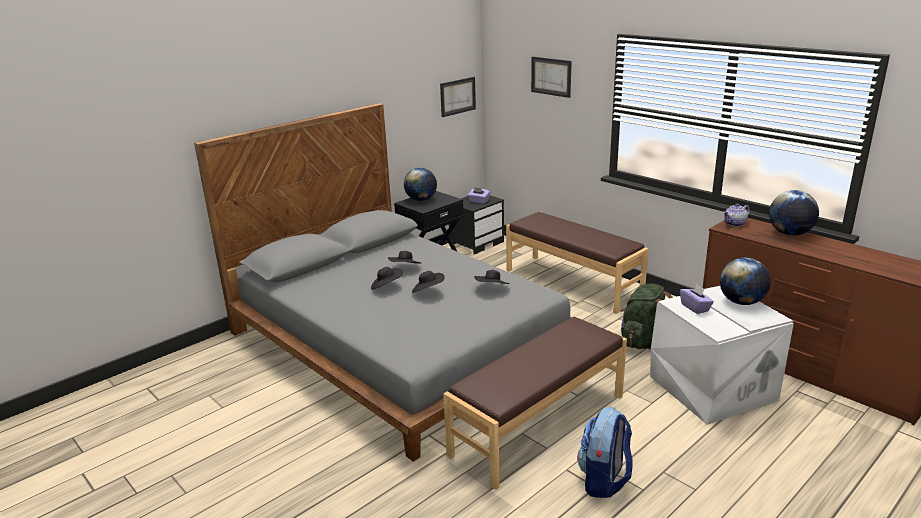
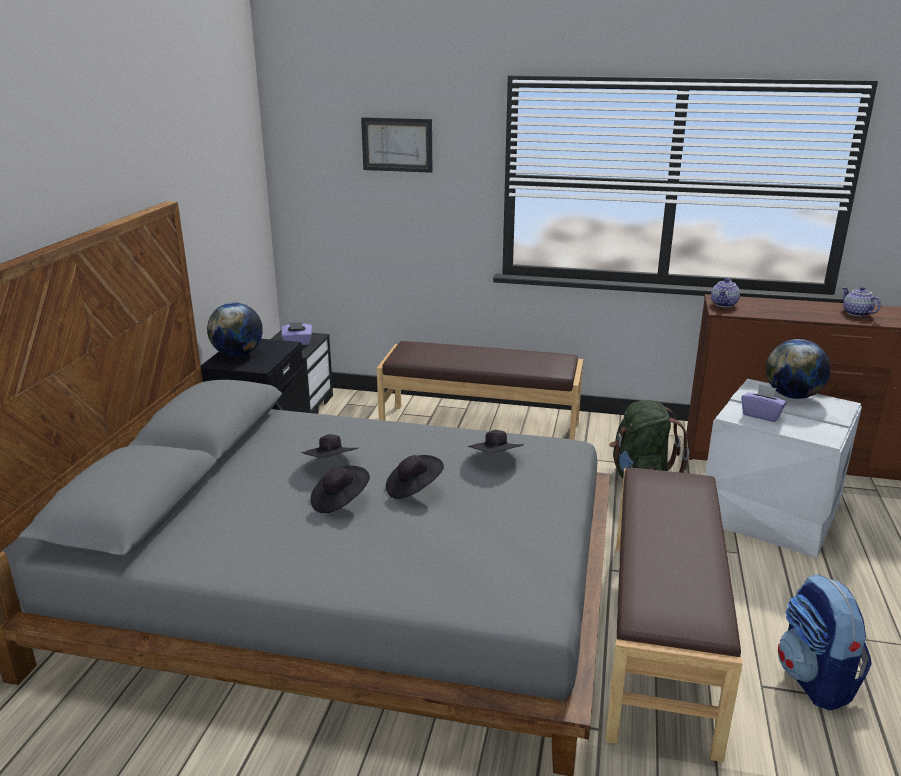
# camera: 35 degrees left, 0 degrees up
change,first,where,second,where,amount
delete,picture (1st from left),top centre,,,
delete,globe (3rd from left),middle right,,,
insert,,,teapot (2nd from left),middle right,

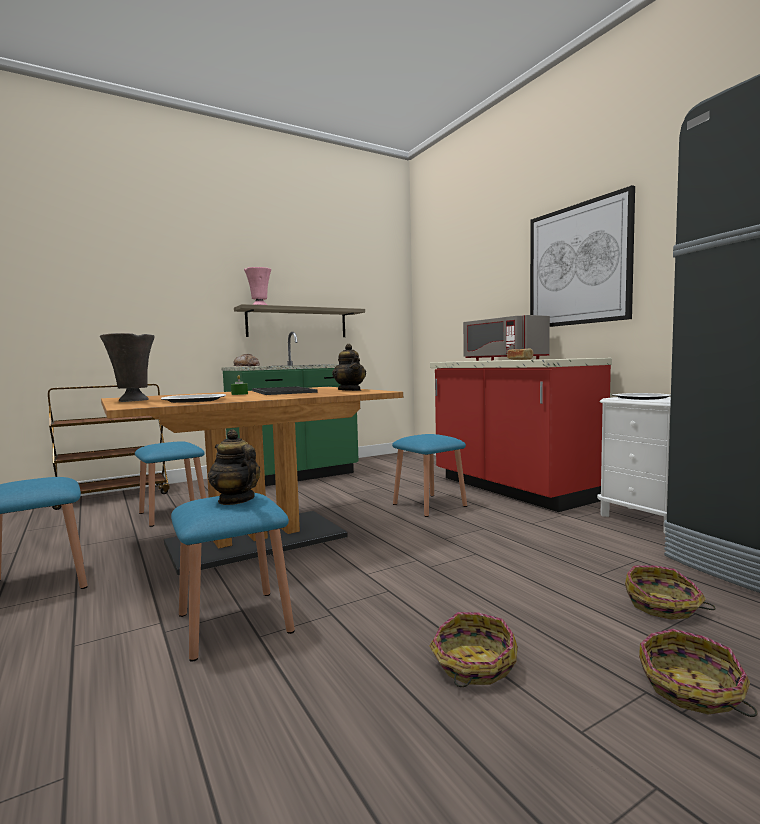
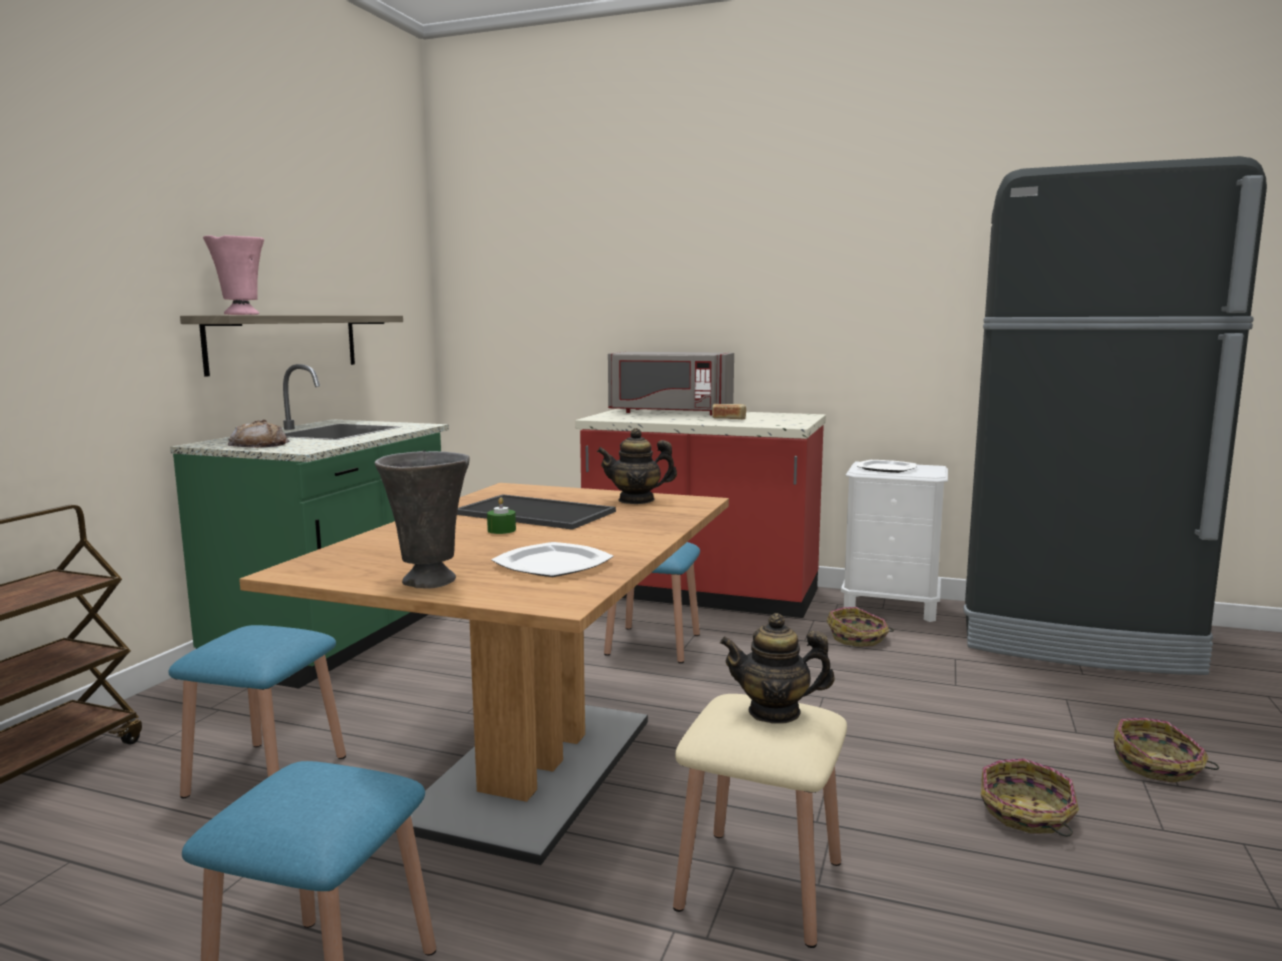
# camera: 40 degrees left, 5 degrees up
change,first,where,second,where,amount
recolor,stool (blue) (3rd from left),bottom left,stool (beige),bottom centre,
rotate,teapot (2nd from left in the first image),centre,teapot (1st from left),centre,150 degrees clockwise
delete,picture,top right,,,
move,basket (2nd from left in the first image),bottom right,basket (1st from left),middle right,

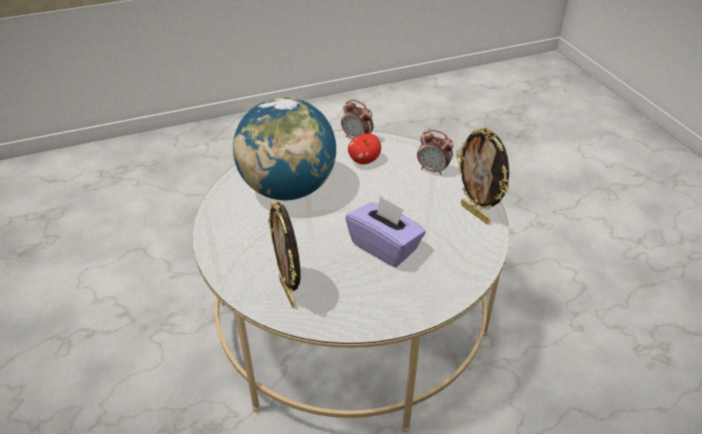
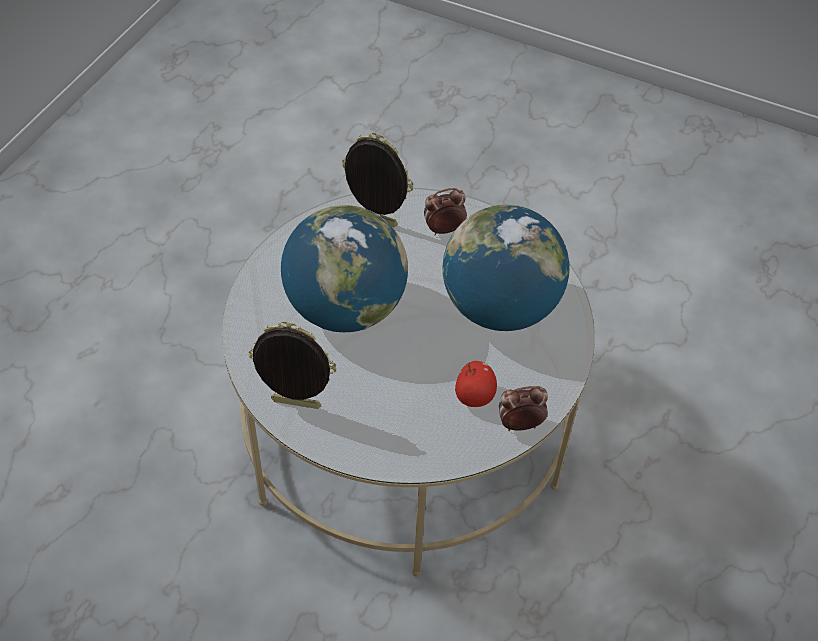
# camera: 135 degrees right, 10 degrees up
change,first,where,second,where,amount
replace,tissue box (purple),centre,globe (1st from left),centre,
move,alarm clock (2nd from left in the first image),centre,alarm clock (1st from left),top centre,

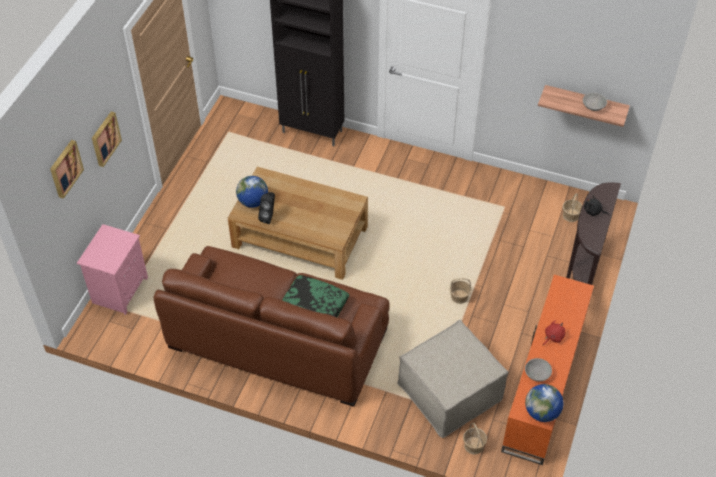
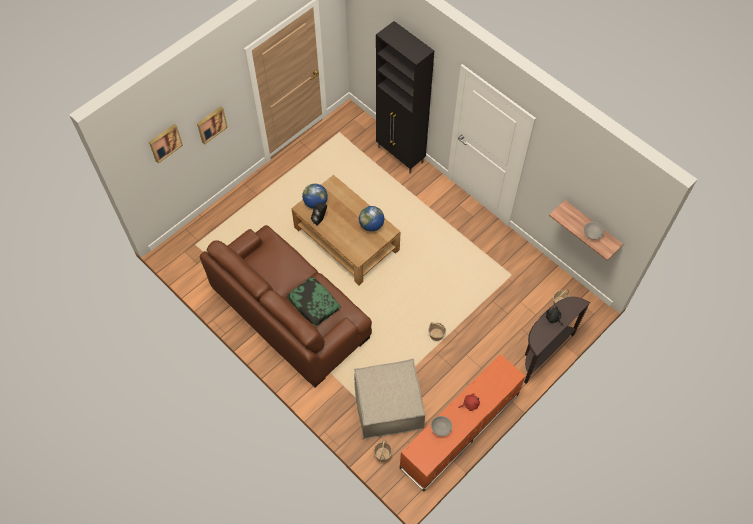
# camera: 25 degrees right, 10 degrees up
change,first,where,second,where,amount
delete,nightstand (pink),middle left,,,
move,globe (2nd from left),bottom right,,centre,

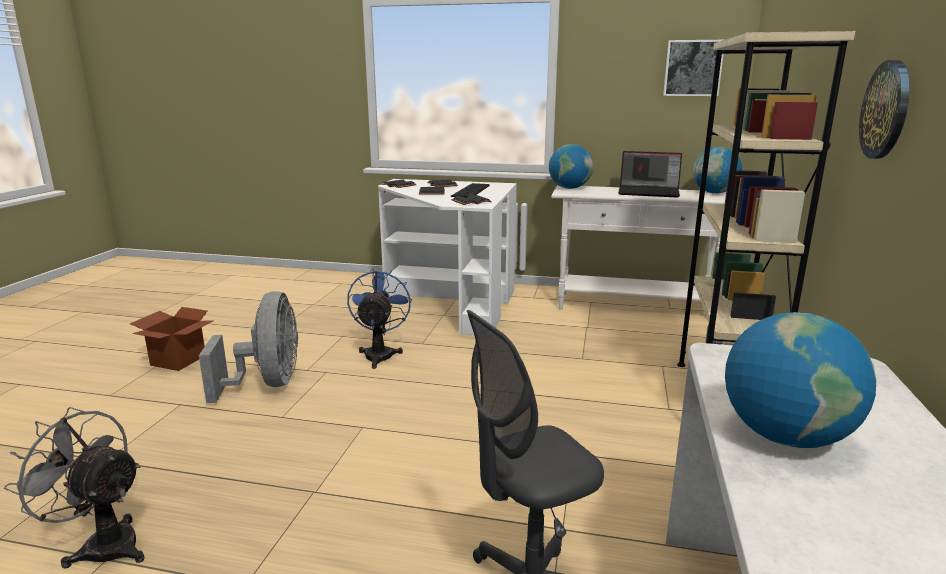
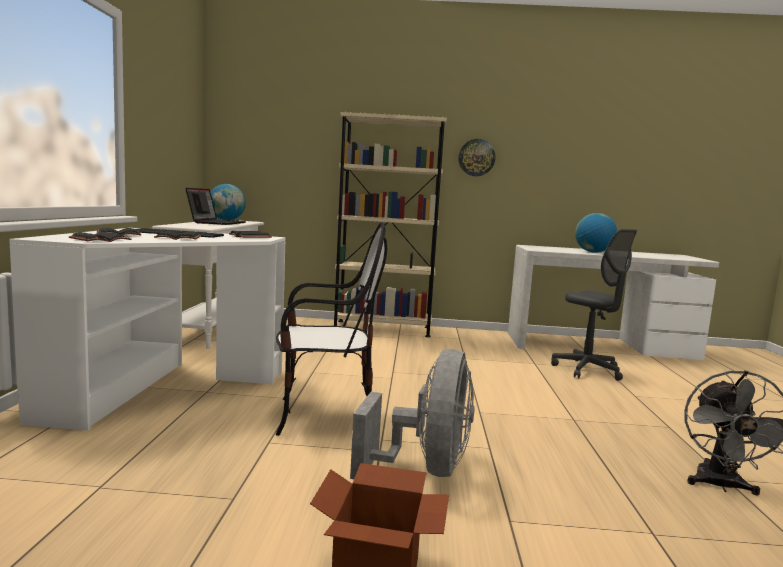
# camera: 100 degrees left, 10 degrees down
change,first,where,second,where,amount
rotate,fan (grey) (2nd from left in the first image),middle left,fan (grey) (1st from left),bottom centre,120 degrees clockwise
replace,fan (blue),centre,chair,centre,
delete,globe (1st from left),top centre,,,
delete,picture,top right,,,

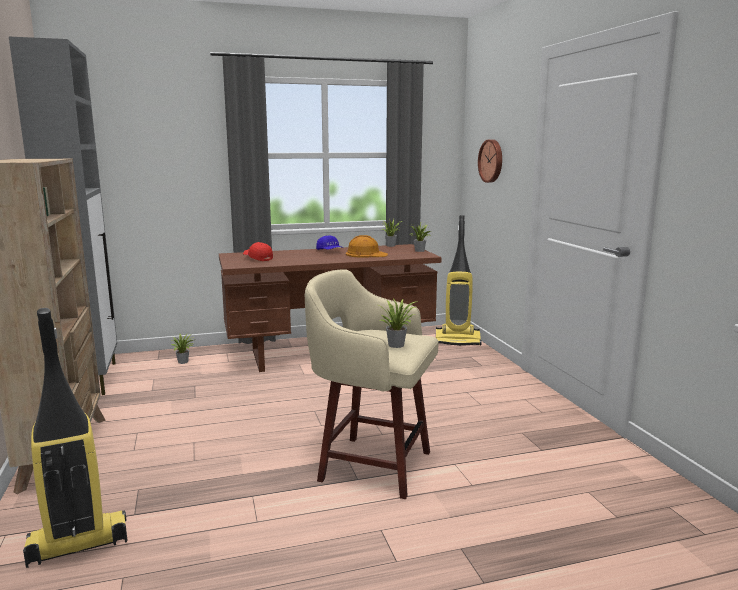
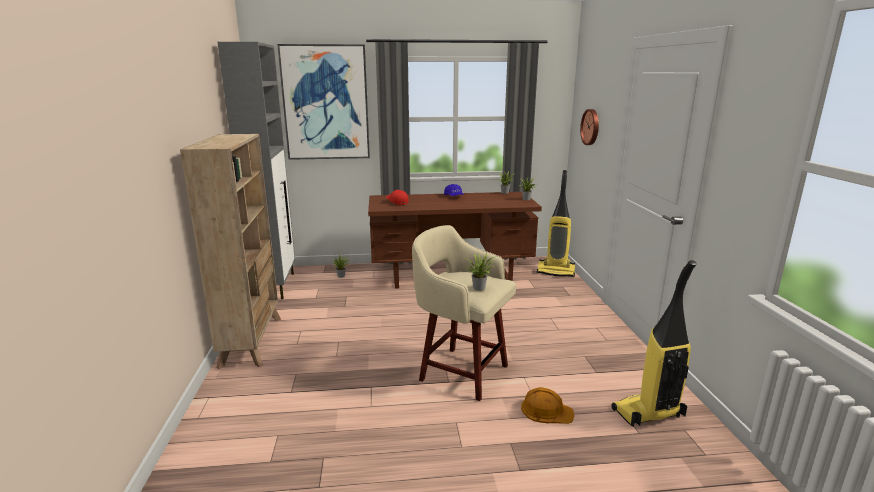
# camera: 10 degrees right, 5 degrees up
change,first,where,second,where,amount
move,vacuum cleaner (1st from left in the first image),bottom left,vacuum cleaner (2nd from left),bottom right,
move,hard hat (orange),centre,,bottom centre,
insert,,,picture,top centre,

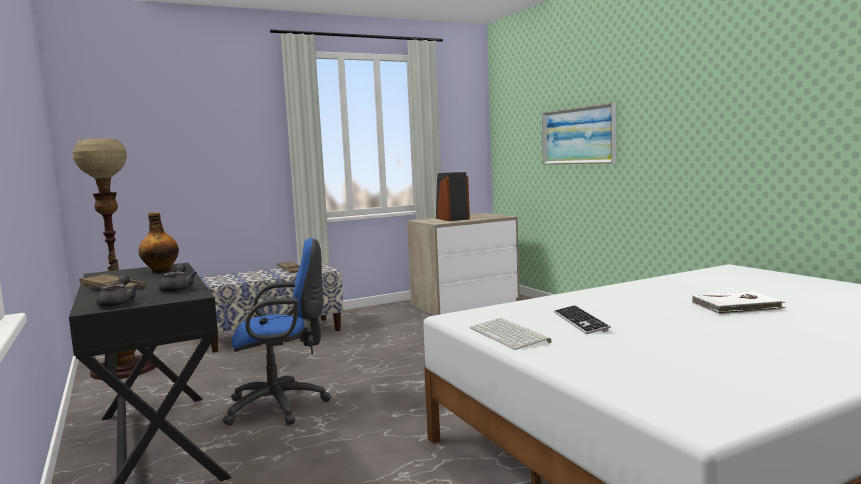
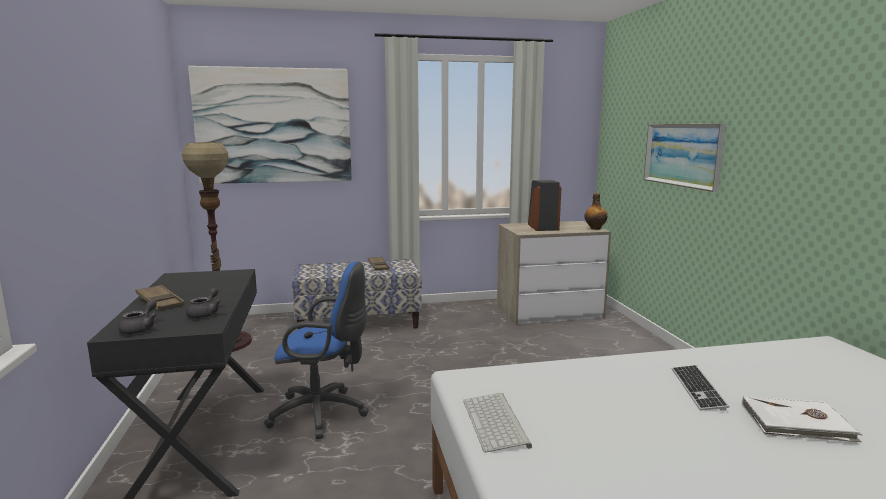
# camera: 15 degrees right, 5 degrees up
change,first,where,second,where,amount
move,bottle,middle left,,middle right,
move,keyboard (2nd from left),middle right,,bottom right,
insert,,,picture (1st from left),top left,

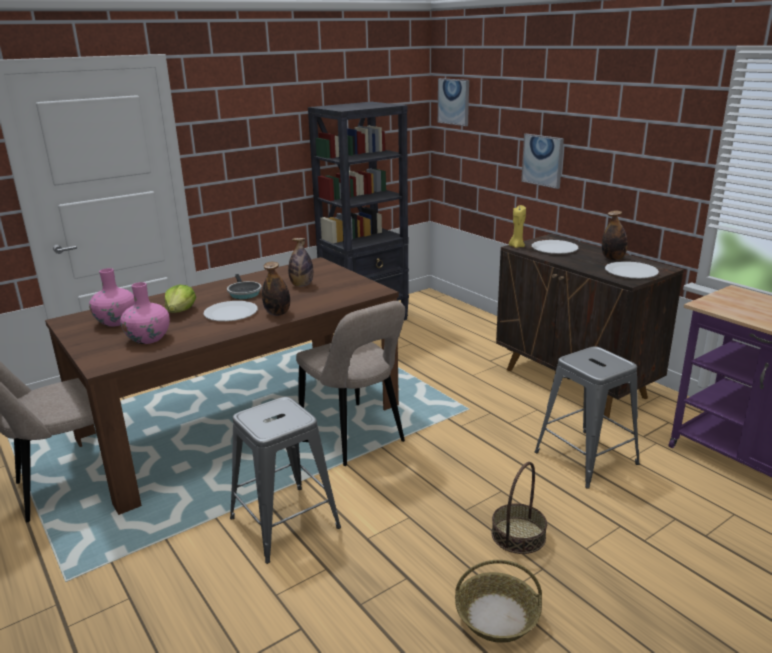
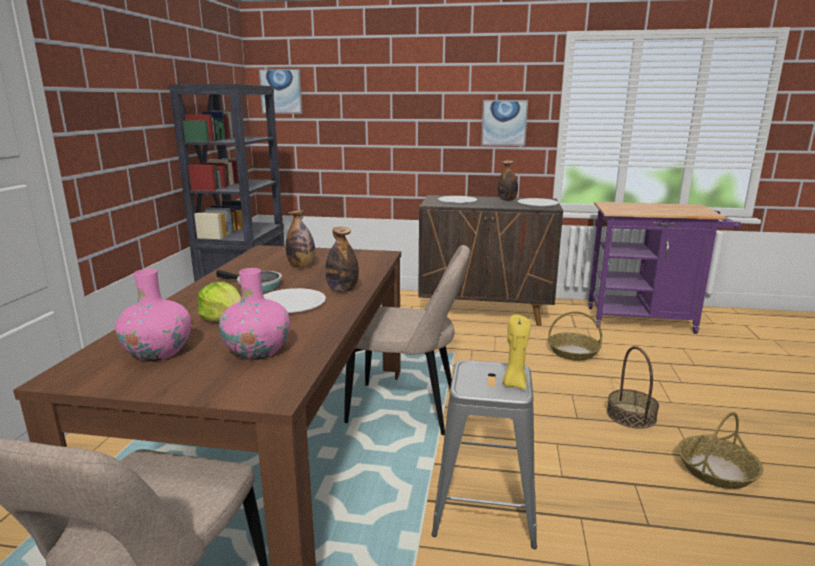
# camera: 45 degrees left, 5 degrees down
change,first,where,second,where,amount
move,candle (yellow),middle right,,centre,
move,picture (2nd from left),top right,,top centre,
replace,stool (grey) (2nd from left),middle right,basket (1st from left),middle right,

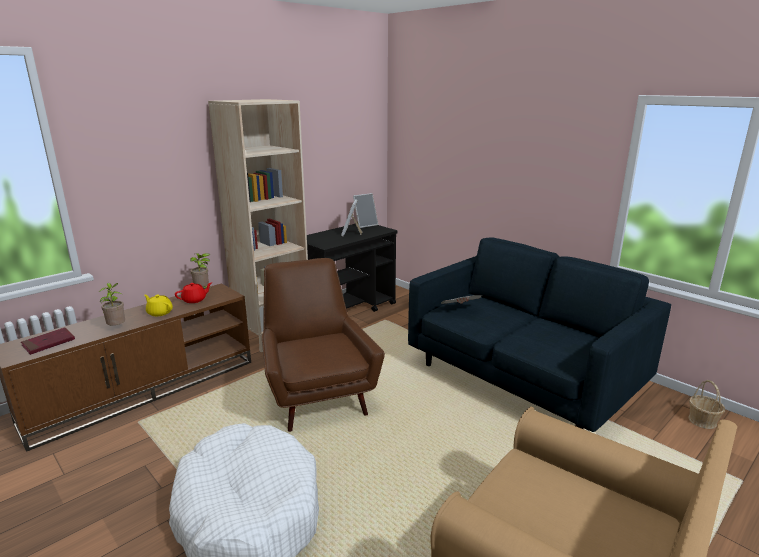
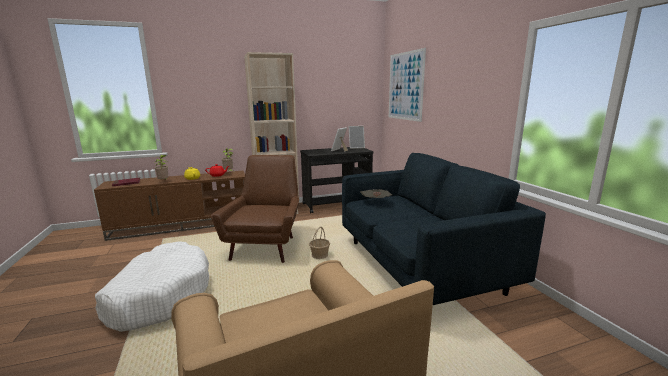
# camera: 25 degrees right, 5 degrees down
change,first,where,second,where,amount
move,basket,bottom right,,centre,
insert,,,picture,top centre,

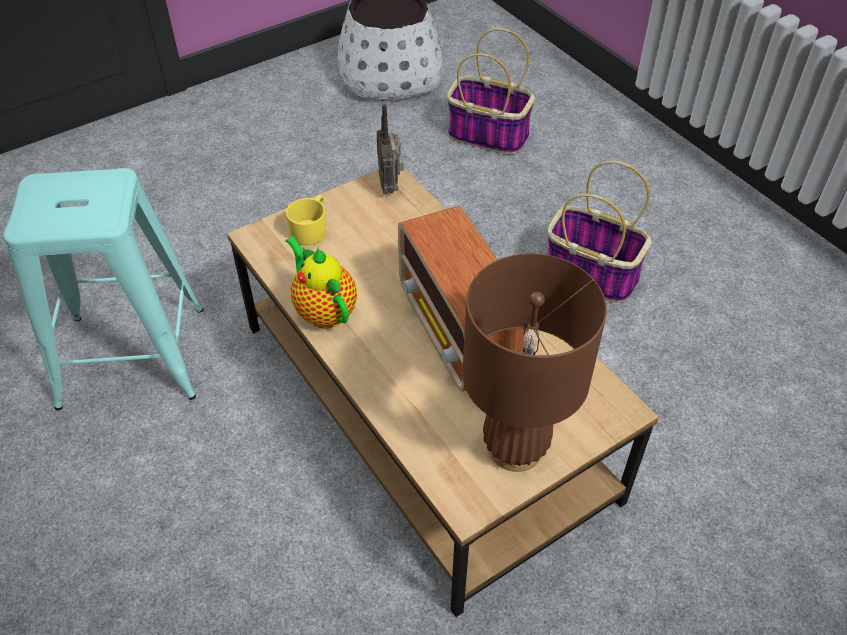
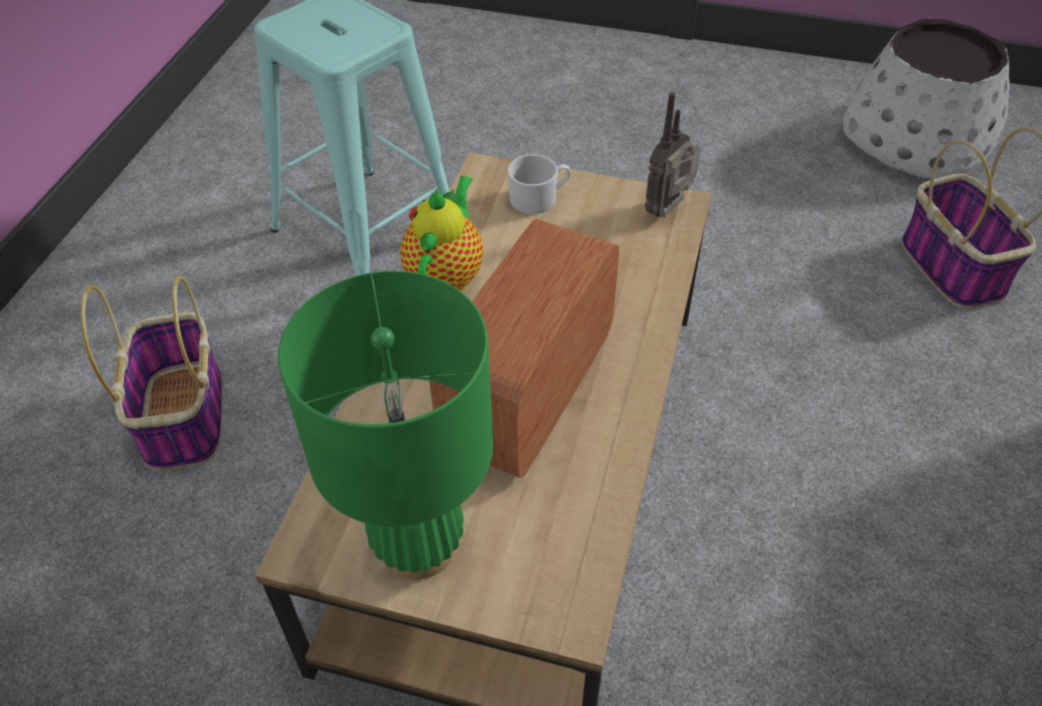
# camera: 50 degrees right, 0 degrees up
change,first,where,second,where,amount
recolor,mug (yellow),centre,mug (white),top centre,
recolor,table lamp (brown),centre,table lamp (green),centre,
move,basket (2nd from left in the first image),middle right,basket (1st from left),middle left,

